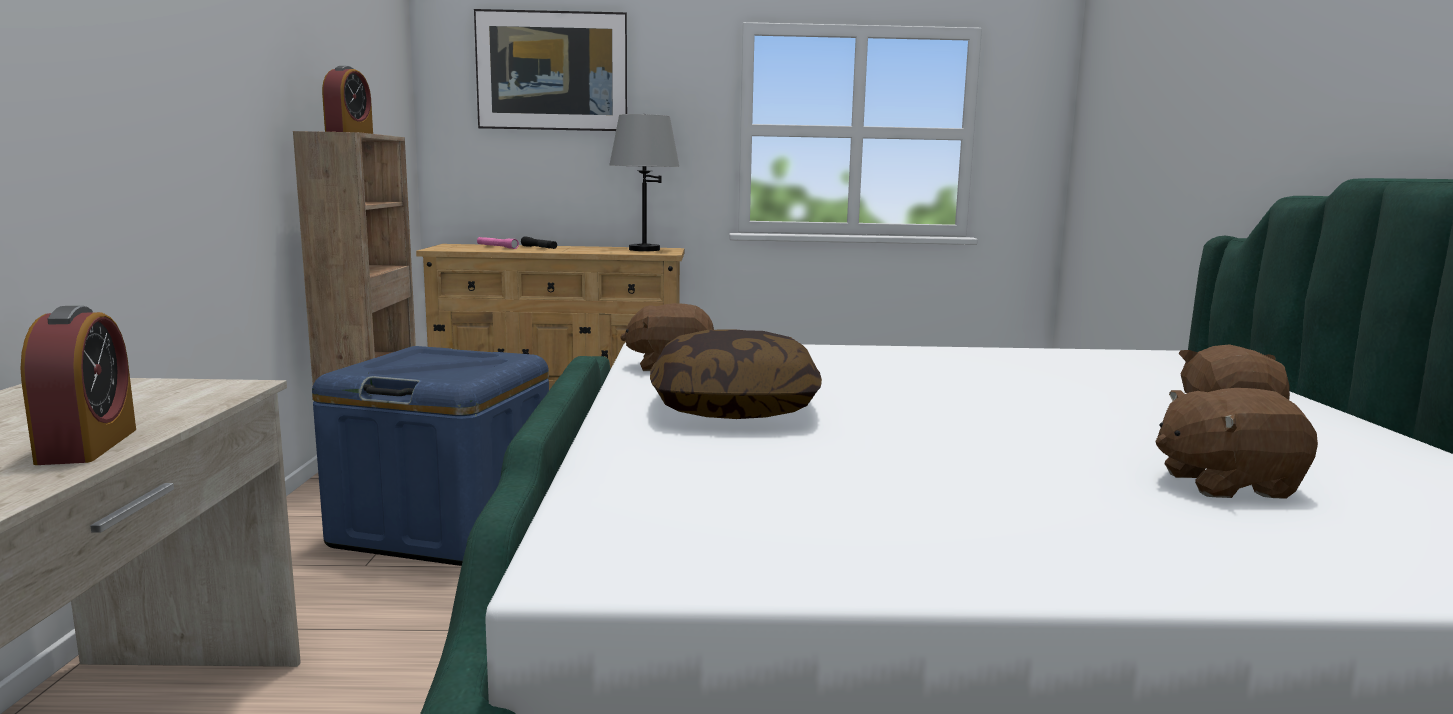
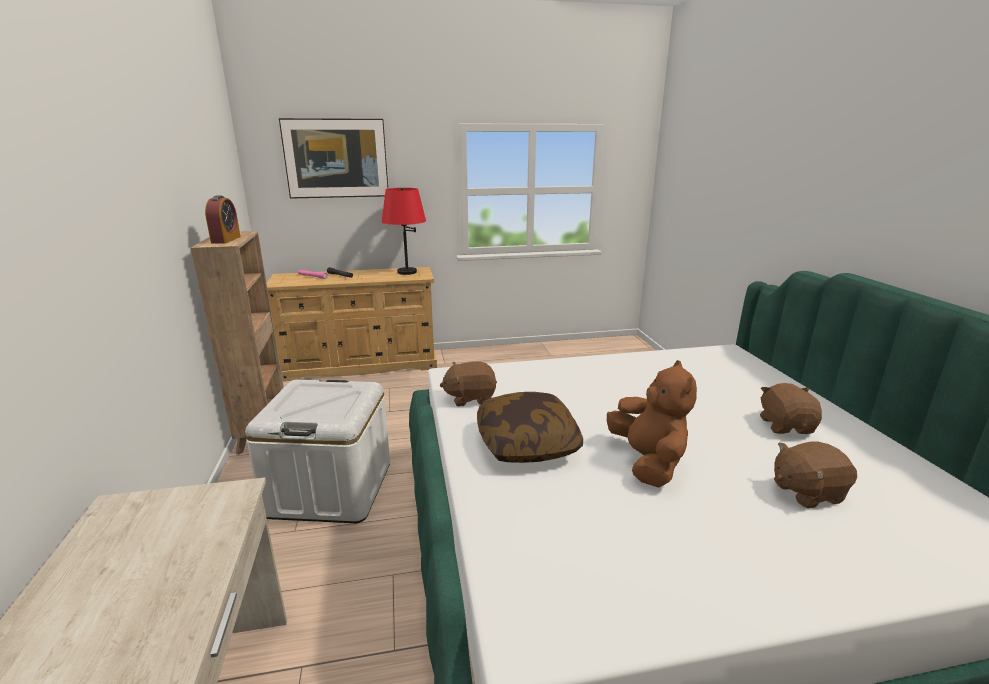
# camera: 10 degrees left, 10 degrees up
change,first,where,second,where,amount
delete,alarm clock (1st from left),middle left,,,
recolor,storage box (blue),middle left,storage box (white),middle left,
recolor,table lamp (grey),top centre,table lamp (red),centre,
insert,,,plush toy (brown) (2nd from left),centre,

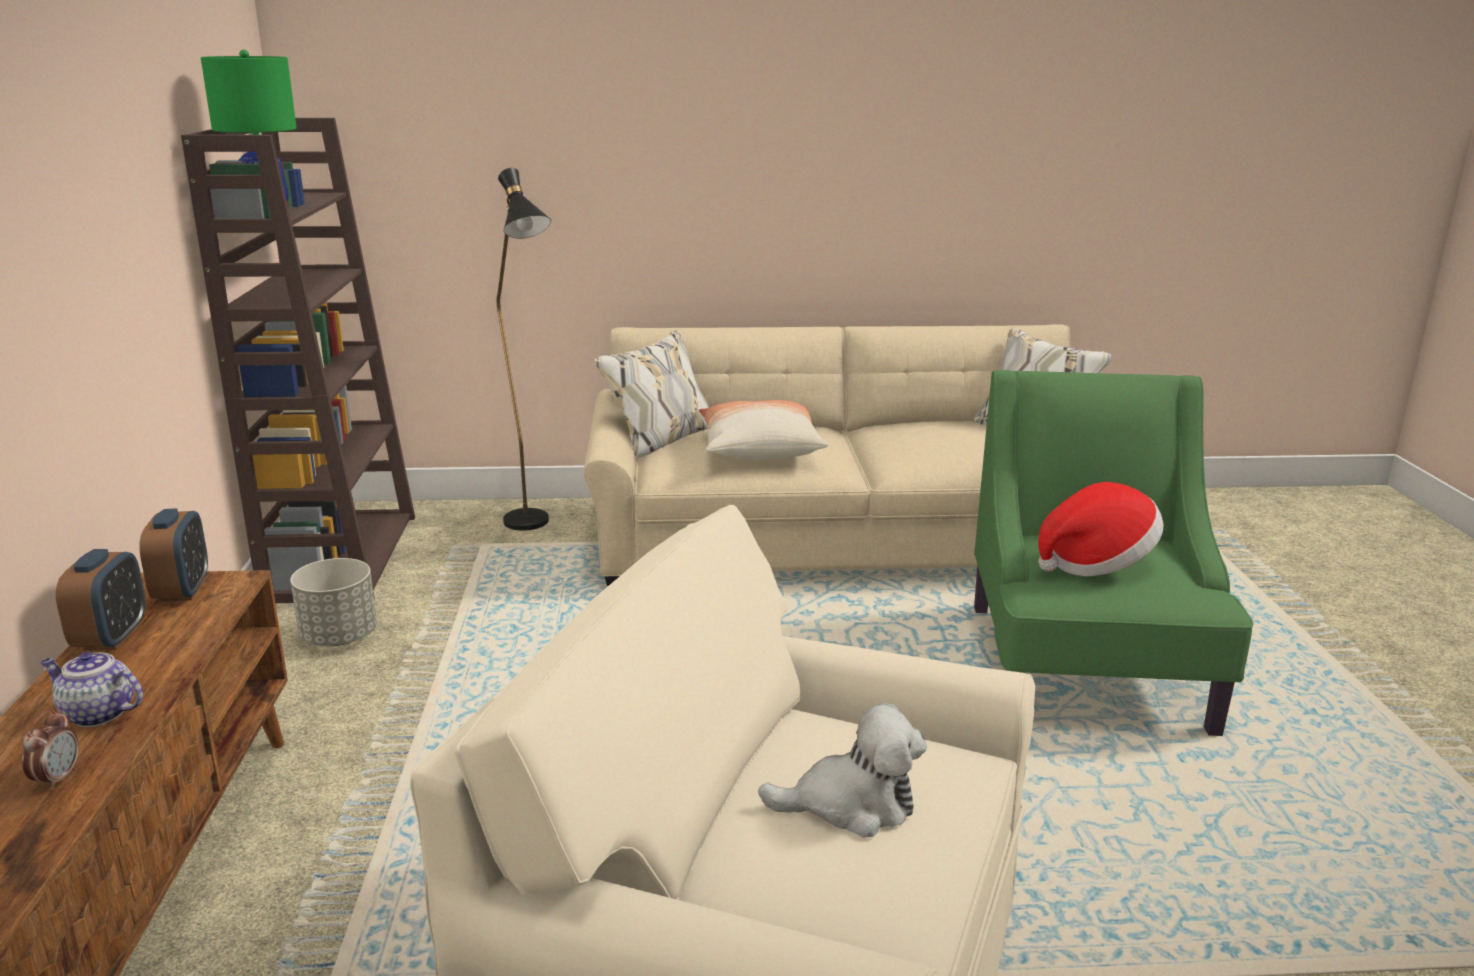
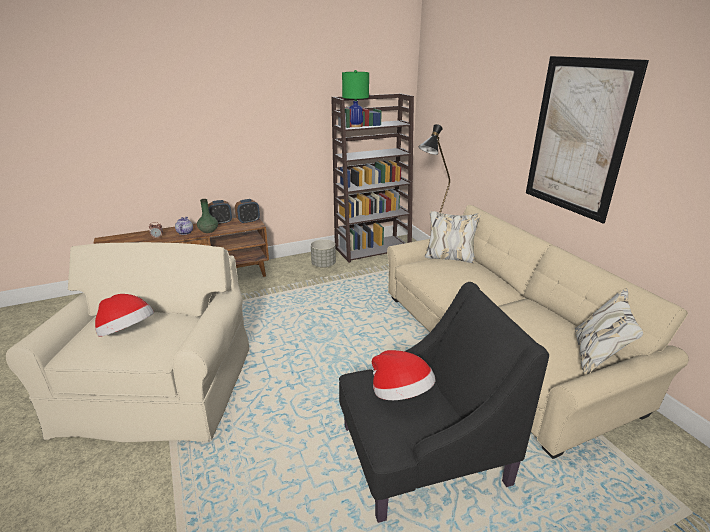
# camera: 70 degrees right, 5 degrees up
change,first,where,second,where,amount
delete,pillow,centre,,,
replace,plush toy,bottom centre,hat (1st from left),middle left,
recolor,armchair (green),middle right,armchair (black),bottom centre,
insert,,,vase (green),middle left,
insert,,,picture,top right,

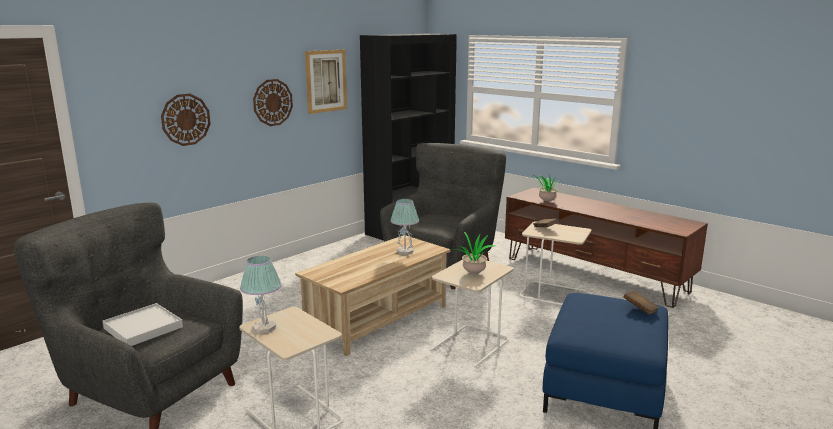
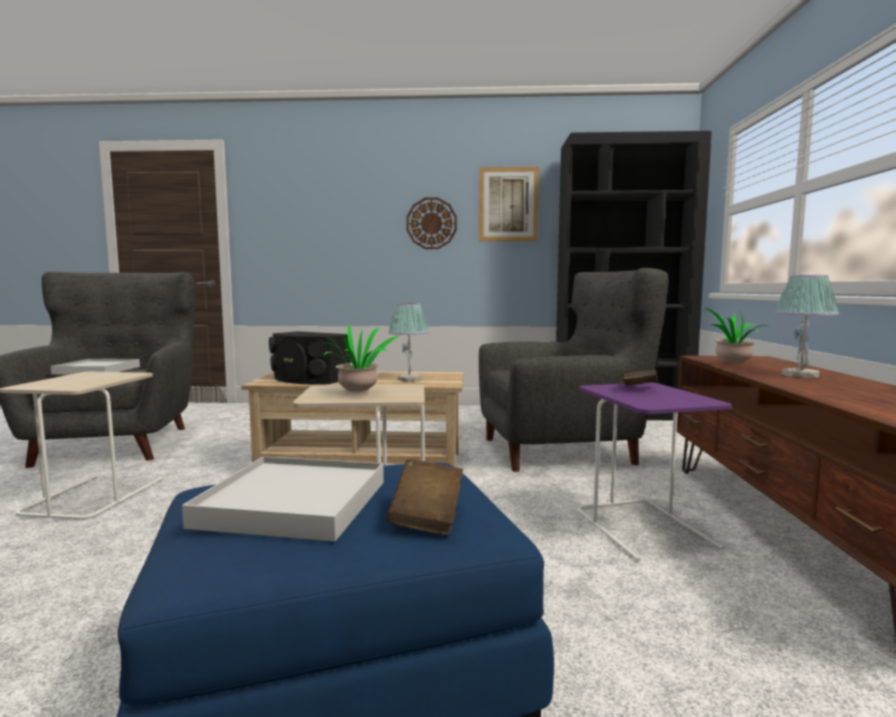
# camera: 50 degrees right, 10 degrees down
change,first,where,second,where,amount
delete,wall clock (1st from left),top left,,,
move,table lamp (1st from left in the first image),bottom left,table lamp (2nd from left),middle right,
recolor,side table (beige) (3rd from left),centre,side table (purple),middle right,
insert,,,tray (white) (2nd from left),bottom left,
insert,,,speaker (black),centre,

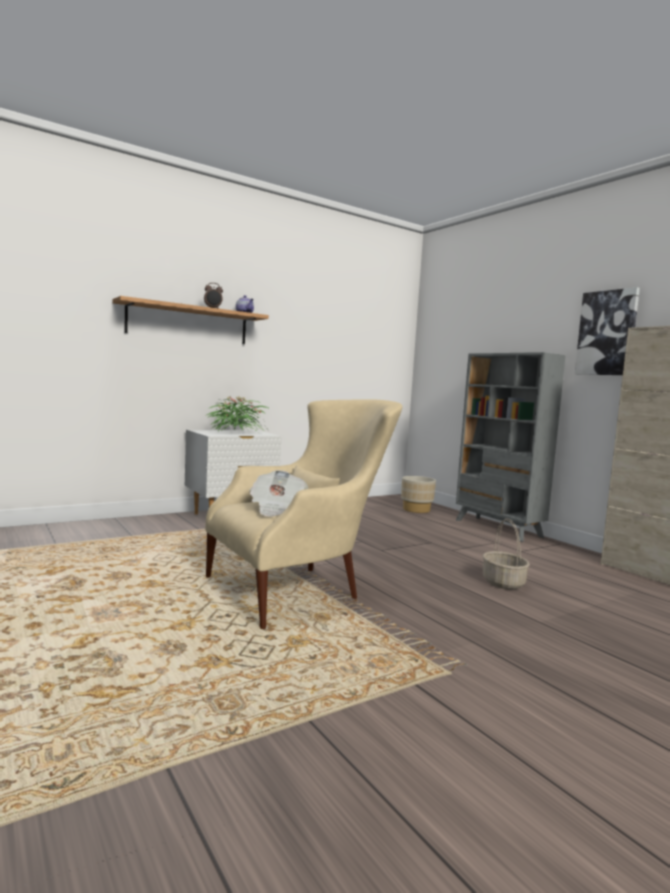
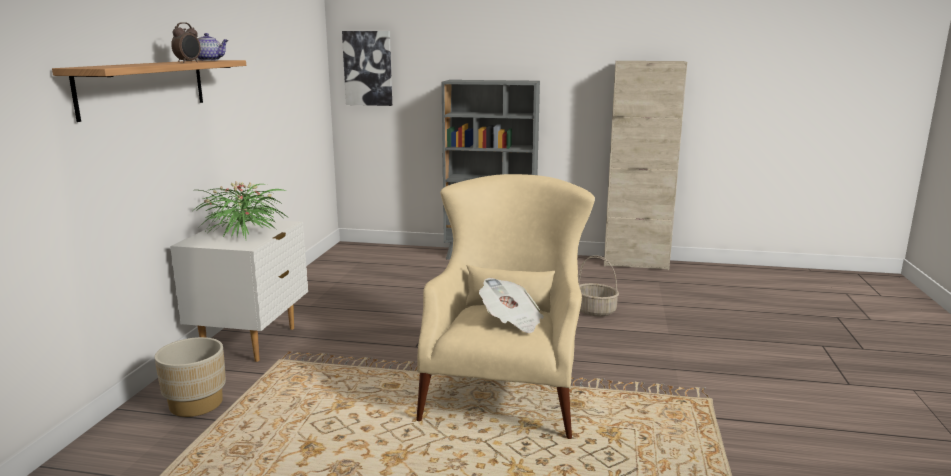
# camera: 45 degrees left, 10 degrees up
change,first,where,second,where,amount
move,planter (beige),centre,,bottom left,
move,picture,middle right,,top centre,

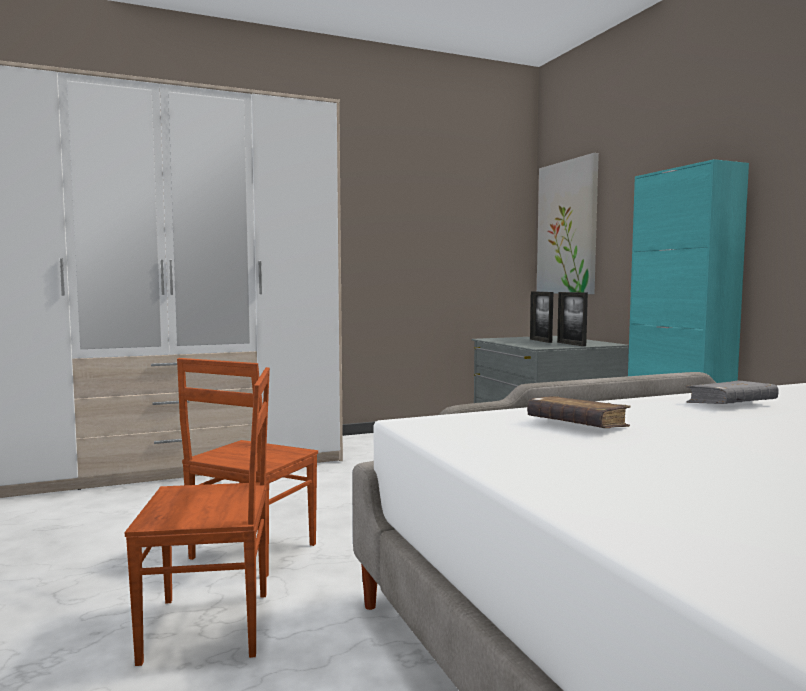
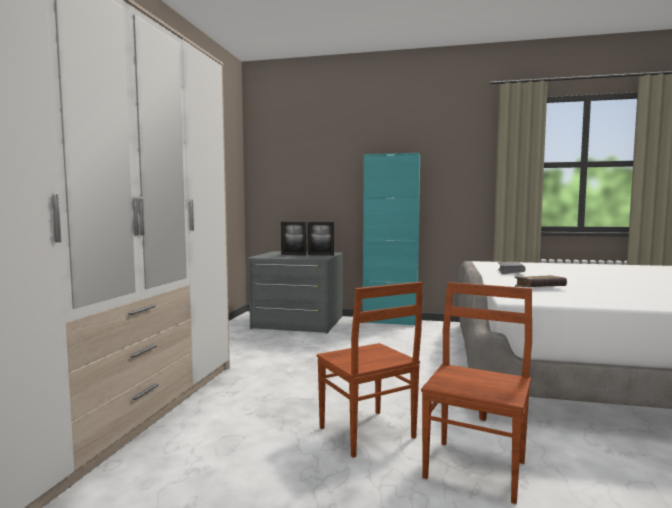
# camera: 55 degrees left, 0 degrees up
change,first,where,second,where,amount
delete,picture,top right,,,

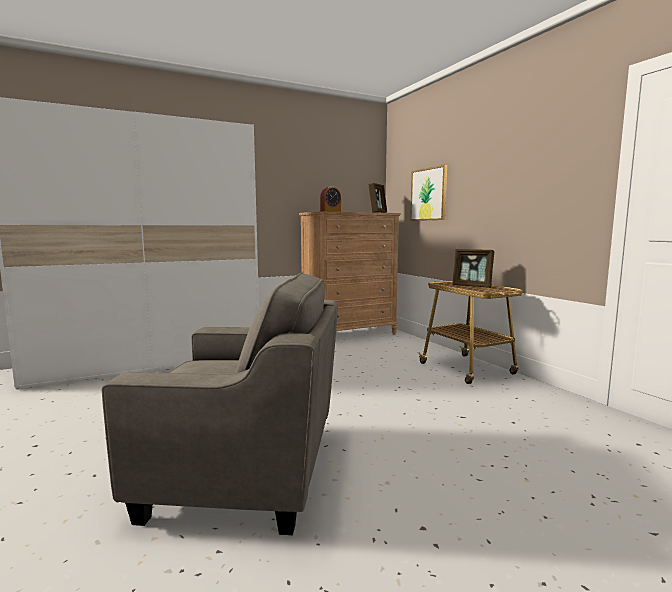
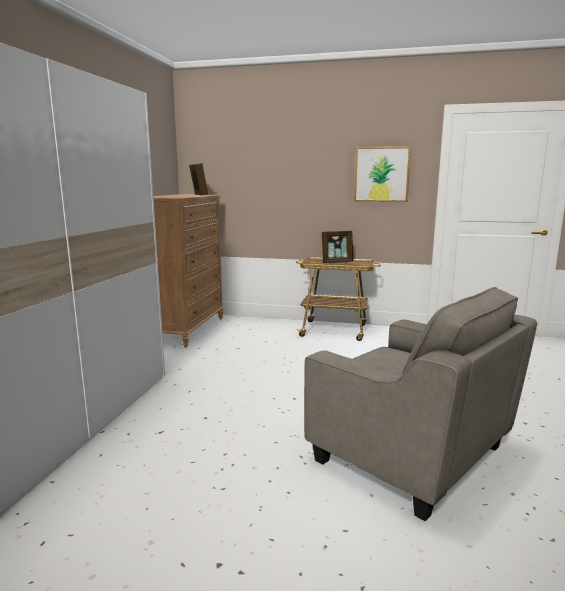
# camera: 50 degrees left, 5 degrees up
change,first,where,second,where,amount
rotate,armchair (grey),bottom left,,bottom right,90 degrees clockwise
delete,alarm clock,centre,,,
move,picture,top centre,,top right,

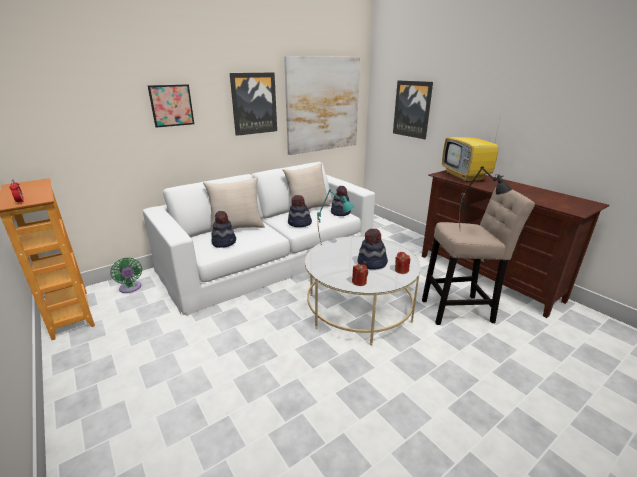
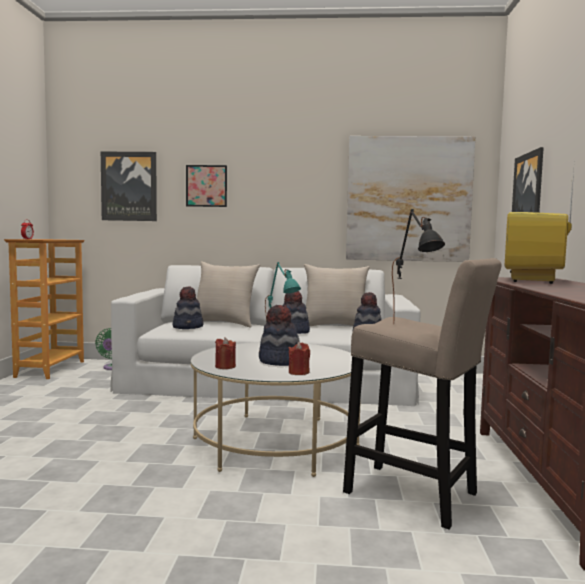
# camera: 40 degrees right, 20 degrees down
change,first,where,second,where,amount
move,picture (2nd from left in the first image),top centre,picture (1st from left),top left,

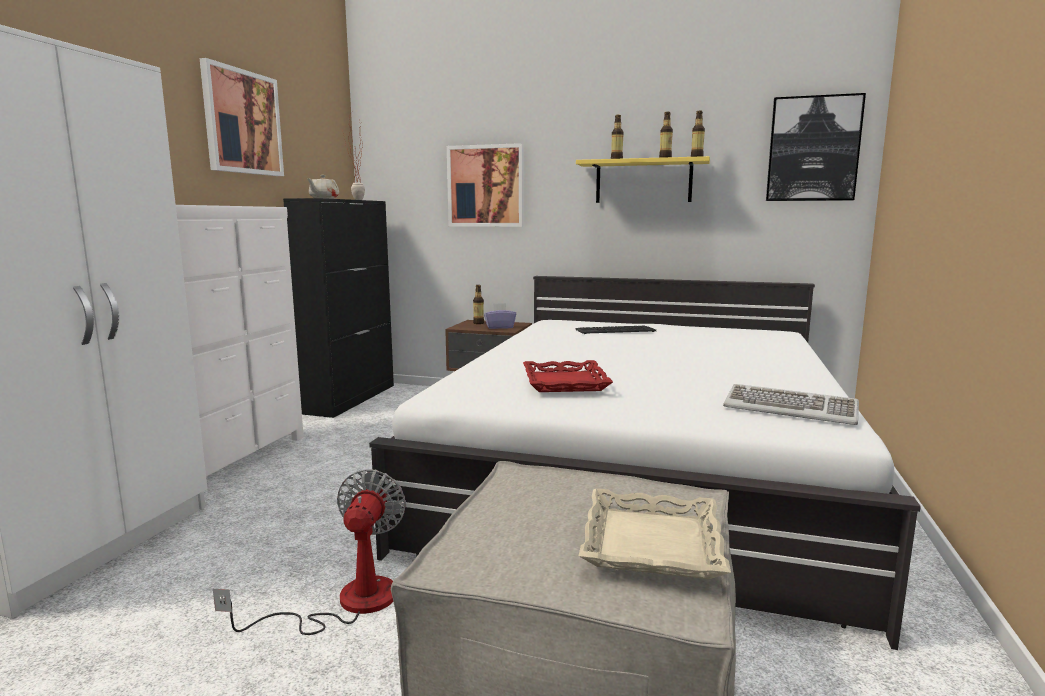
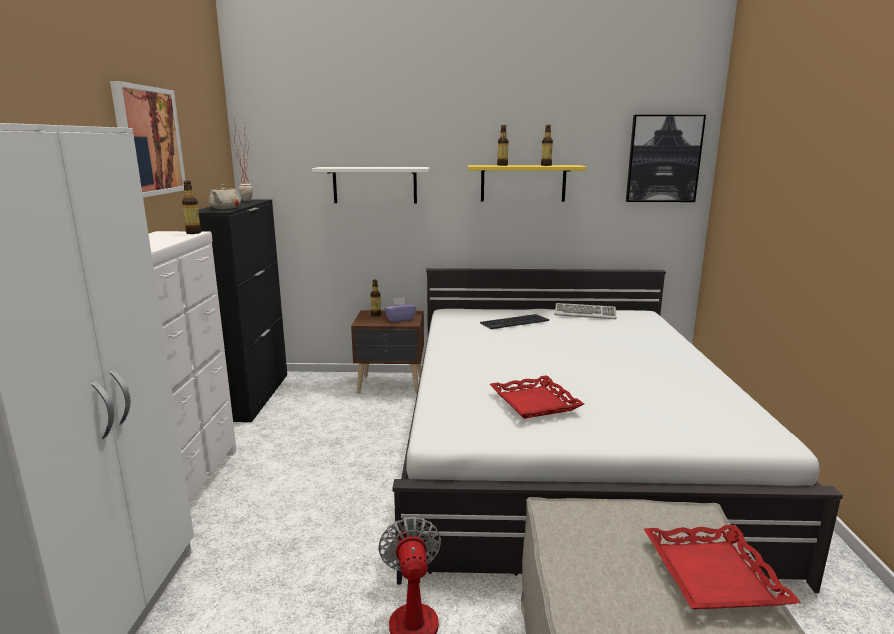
# camera: 15 degrees left, 5 degrees up
change,first,where,second,where,amount
replace,picture (2nd from left),top centre,shelf (white),top centre,
recolor,tray (beige),bottom centre,tray (red) (2nd from left),bottom right,
move,bottle (4th from left in the first image),top right,bottle (1st from left),top left,
move,keyboard (2nd from left),middle right,,centre,

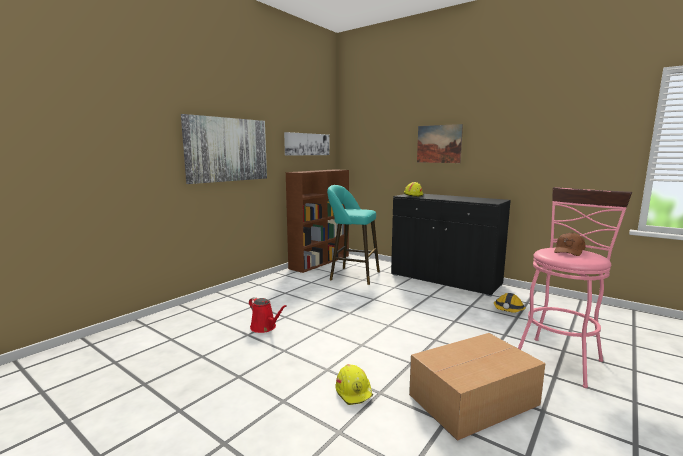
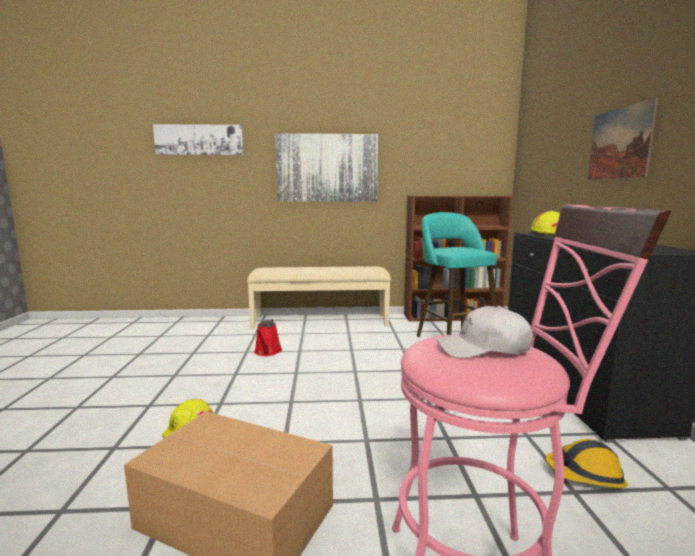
# camera: 50 degrees right, 0 degrees up
change,first,where,second,where,amount
move,picture (2nd from left in the first image),top centre,picture (1st from left),top left,
recolor,cap (brown),middle right,cap (white),middle right,
insert,,,bench (beige),centre,

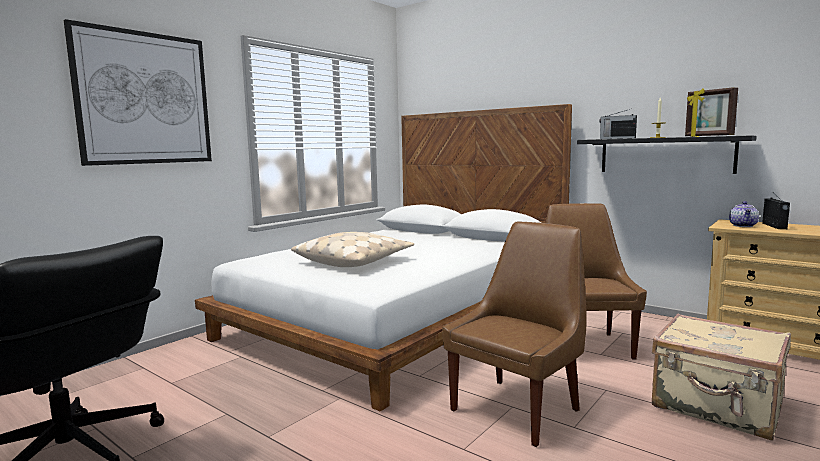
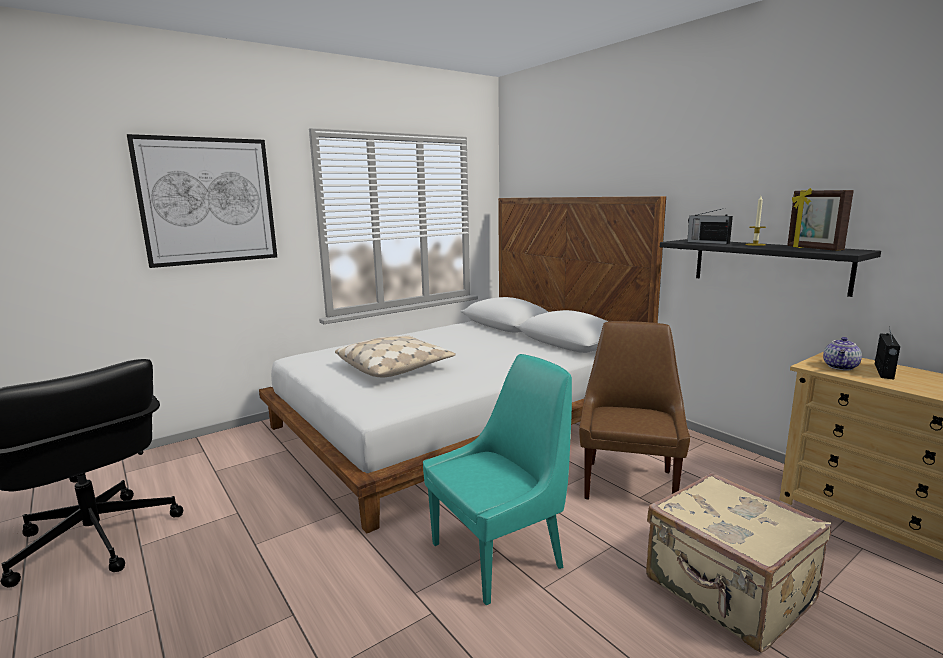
# camera: 15 degrees right, 5 degrees up
change,first,where,second,where,amount
recolor,chair (brown) (1st from left),bottom centre,chair (turquoise),bottom centre,

